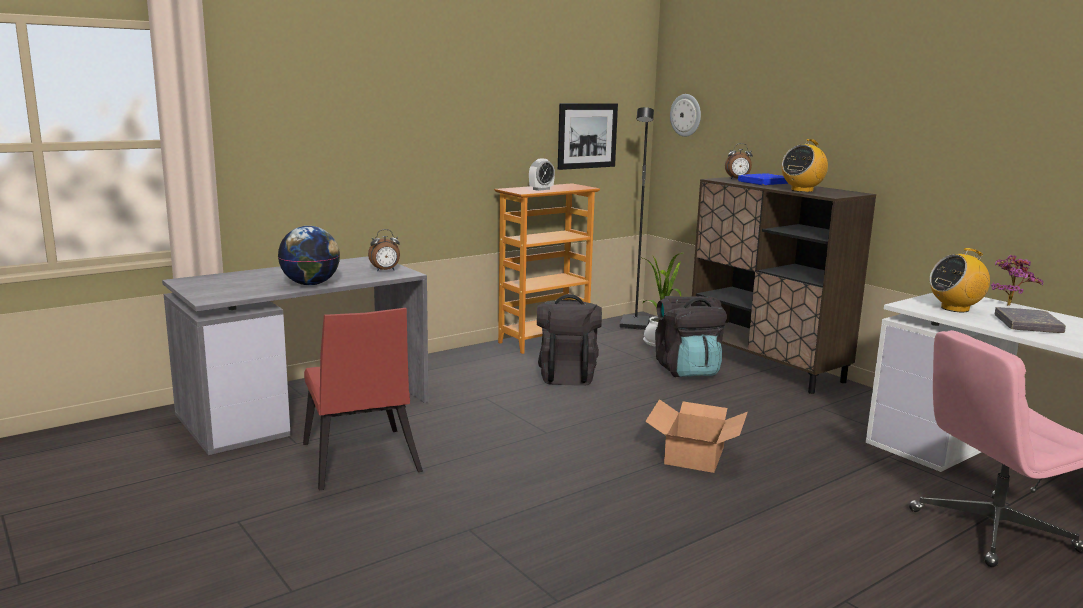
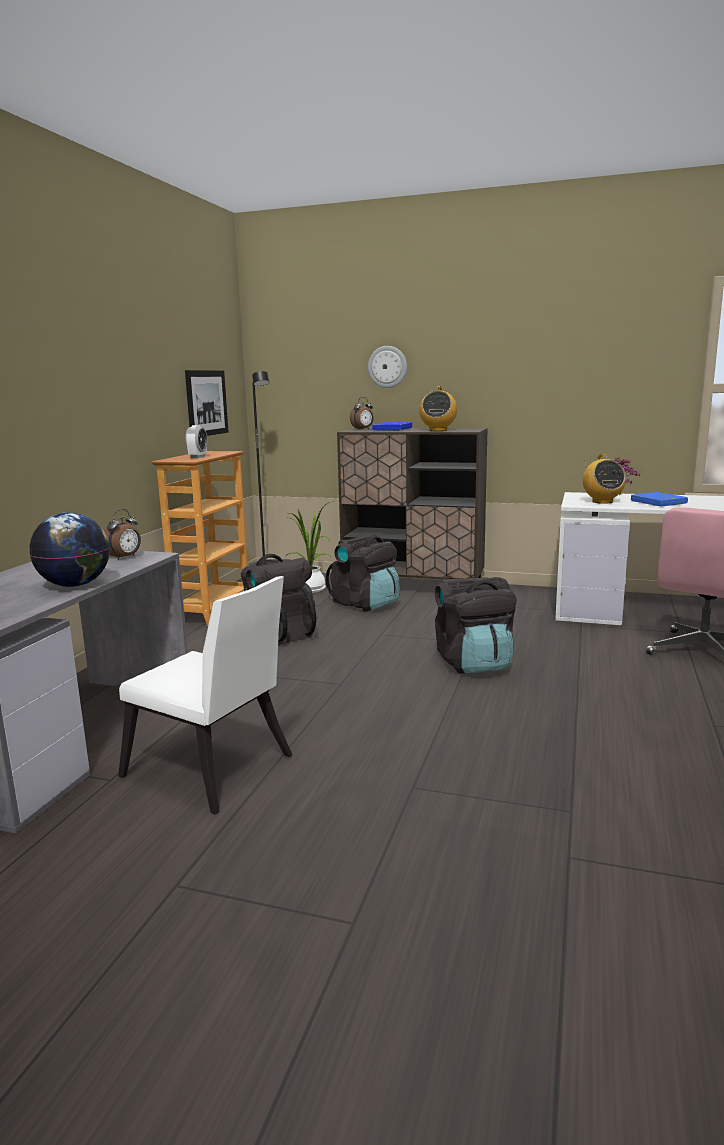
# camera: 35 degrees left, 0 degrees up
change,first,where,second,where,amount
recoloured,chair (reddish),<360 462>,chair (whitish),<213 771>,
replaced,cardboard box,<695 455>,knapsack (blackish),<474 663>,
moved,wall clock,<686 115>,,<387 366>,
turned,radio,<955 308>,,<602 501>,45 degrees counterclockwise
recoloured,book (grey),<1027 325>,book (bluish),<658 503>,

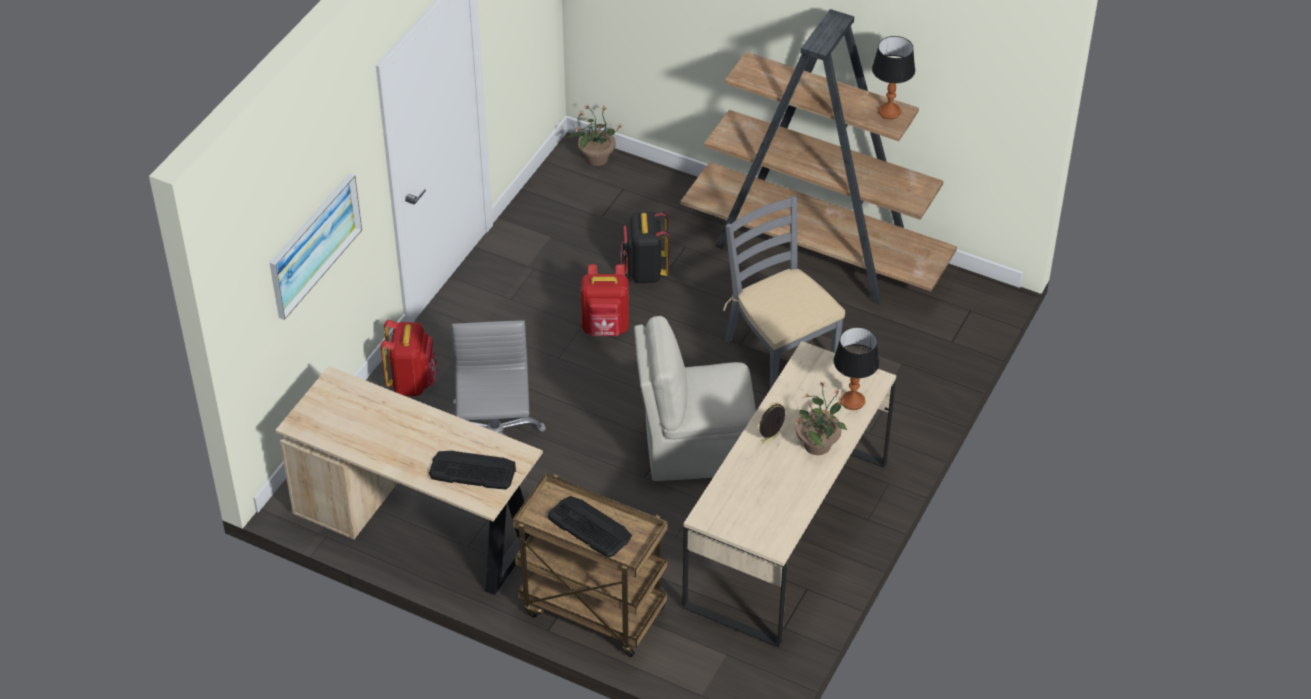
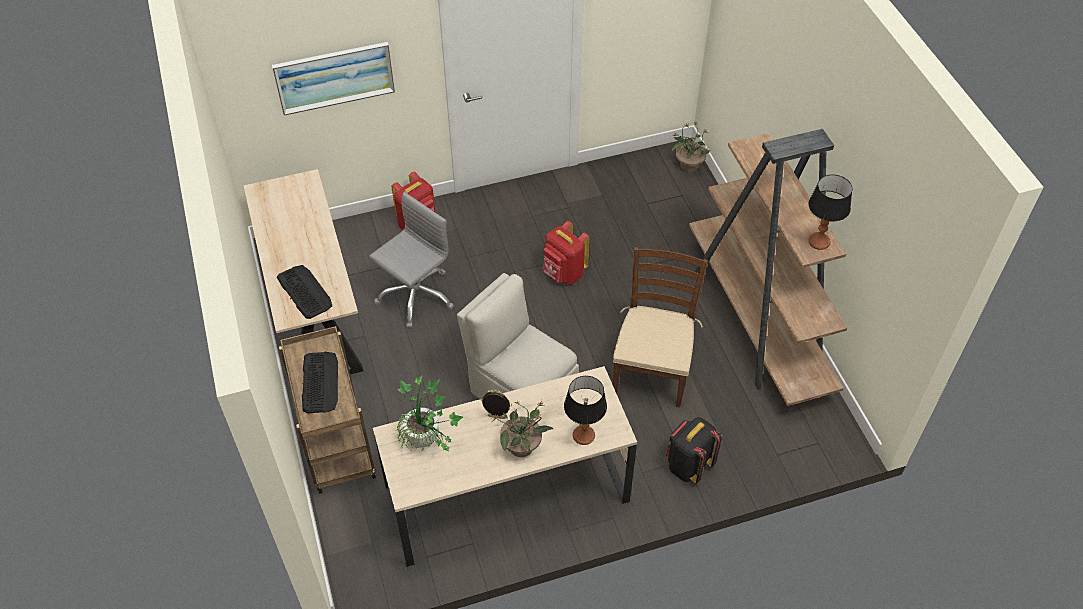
# camera: 45 degrees right, 5 degrees up
change,first,where,second,where,amount
moved,knapsack (blackish),<644 271>,,<688 465>,
recoloured,chair (grey),<780 351>,chair (brownish),<652 370>,
added,,,potted plant,<428 442>,

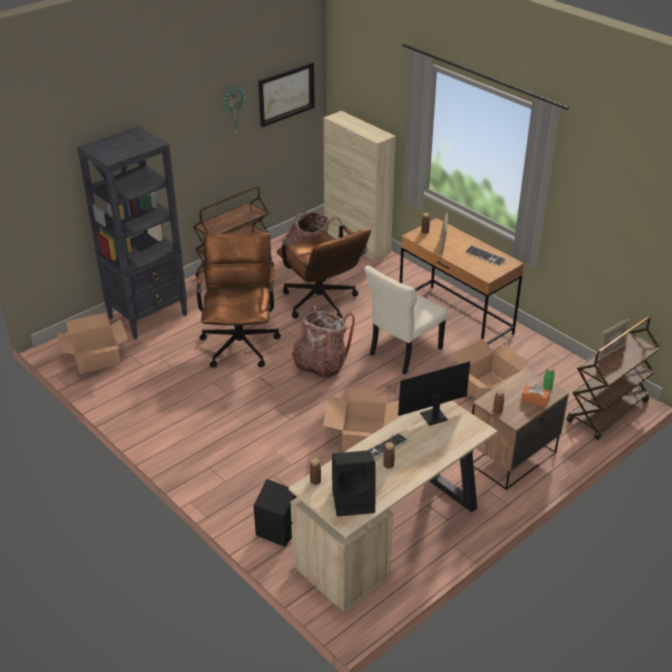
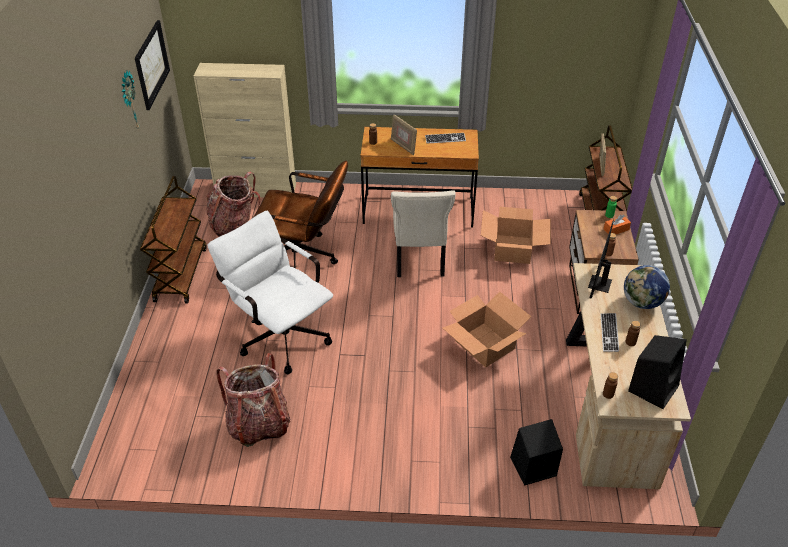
# camera: 45 degrees left, 5 degrees up
change,first,where,second,where,amount
removed,cardboard box,<96 358>,,,
removed,bookshelf (blackish),<148 316>,,,
recoloured,office chair (brownish),<240 341>,office chair (whitish),<280 334>,
moved,knapsack,<320 364>,,<258 424>,
added,,,globe,<642 303>,

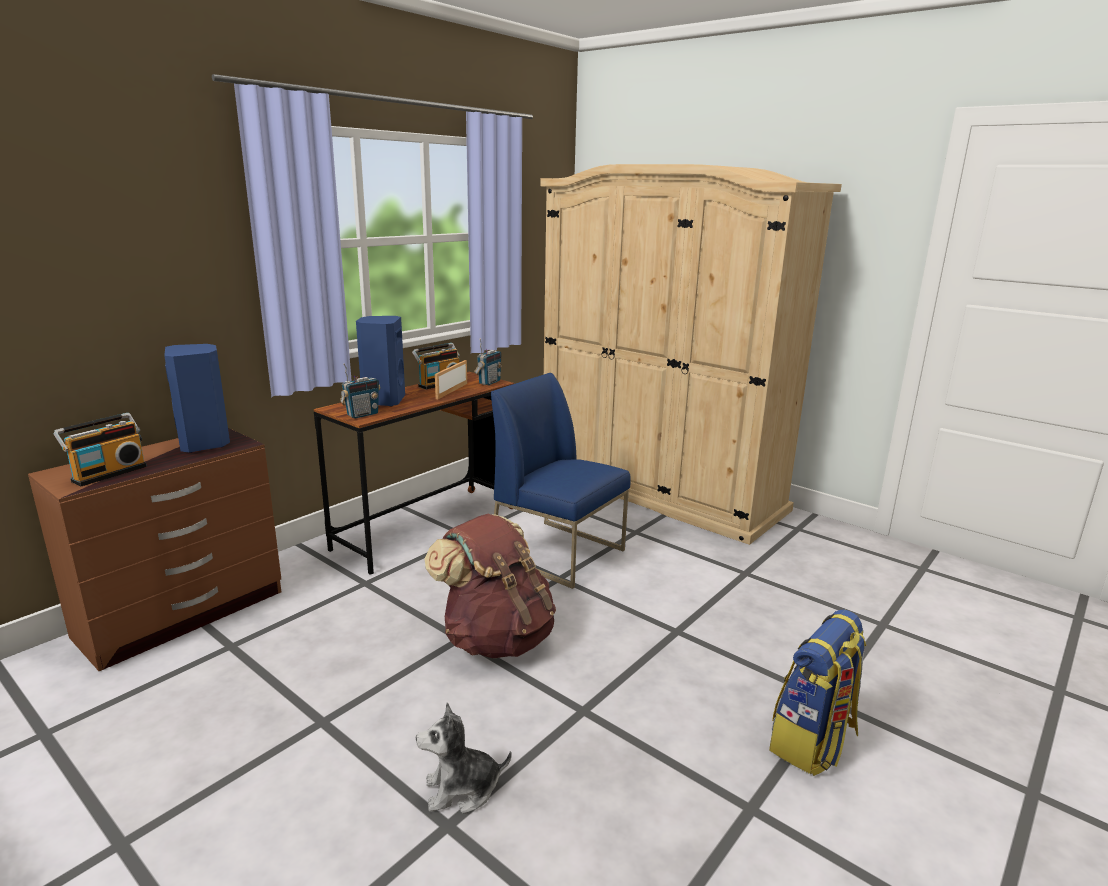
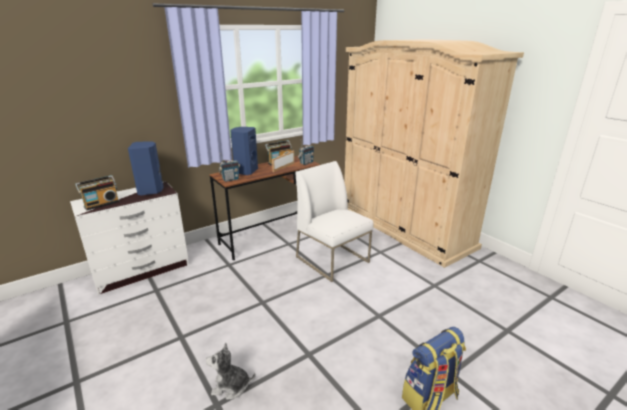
# camera: 15 degrees right, 5 degrees up
change,first,where,second,where,amount
recoloured,chest of drawers (brownish),<184 614>,chest of drawers (whitish),<142 270>,
removed,knapsack (brownish),<496 638>,,,
recoloured,chair (bluish),<559 552>,chair (whitish),<333 259>,

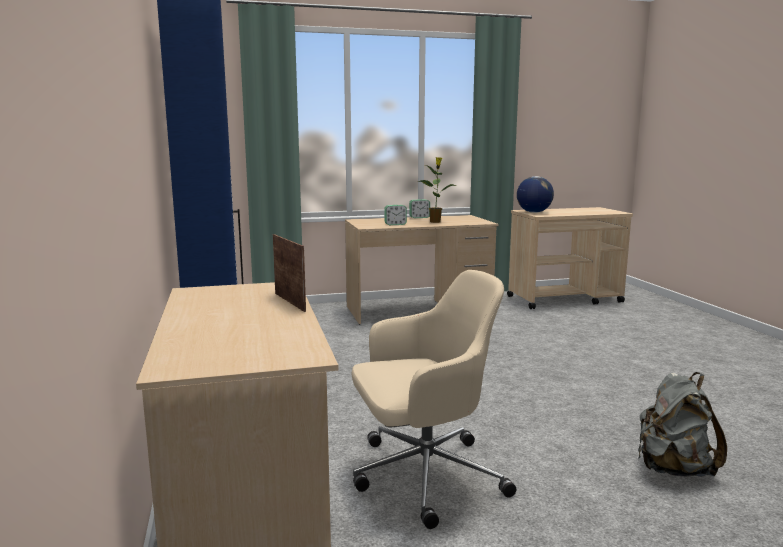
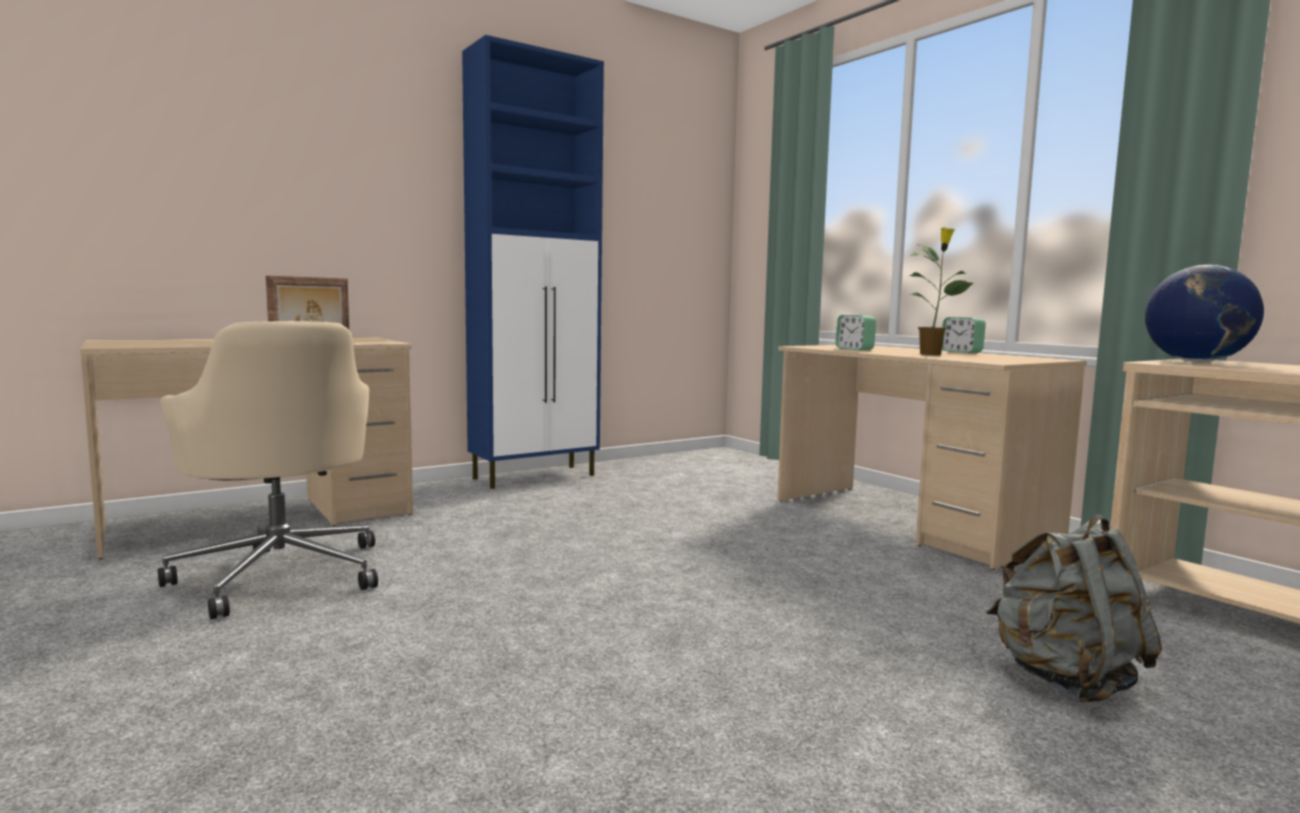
# camera: 70 degrees right, 5 degrees down
change,first,where,second,where,amount
moved,knapsack (grey),<673 469>,,<1065 680>,

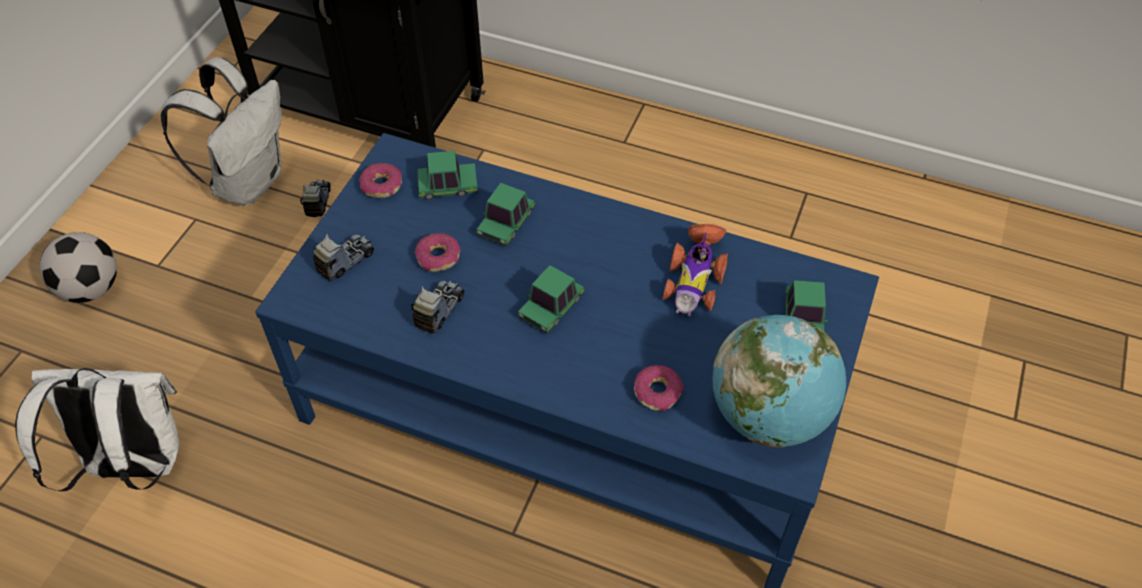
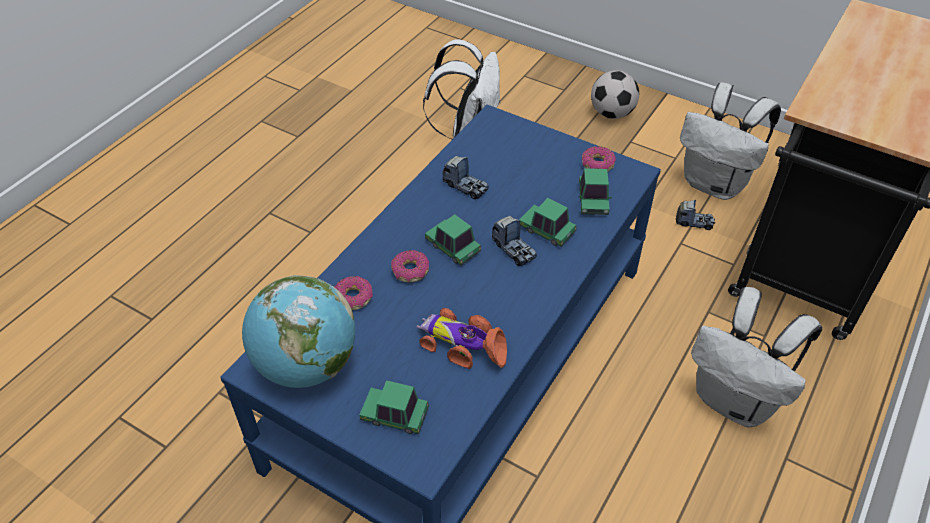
# camera: 100 degrees right, 5 degrees down
change,first,where,second,where,amount
moved,toy truck,<345 261>,,<513 249>,
moved,doughnut,<438 257>,,<410 271>,
added,,,knapsack (whitish),<735 401>,

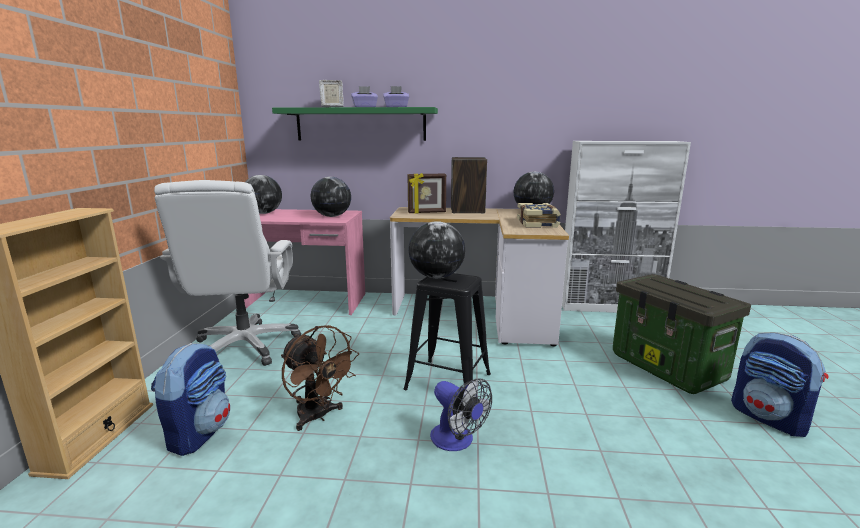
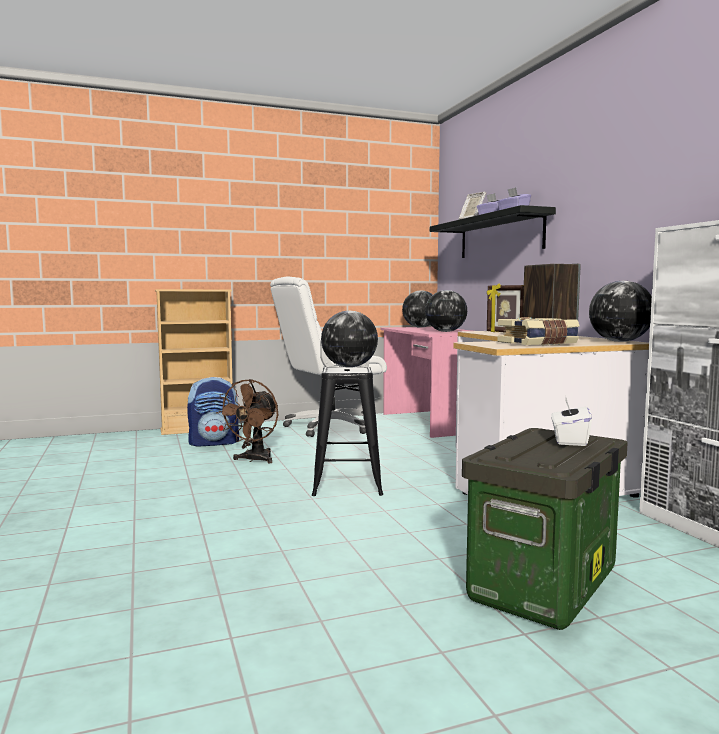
# camera: 65 degrees right, 10 degrees down
change,first,where,second,where,amount
recoloured,wall shelf (greenish),<361 124>,wall shelf (blackish),<500 236>,
removed,fan,<457 441>,,,
removed,knapsack,<770 418>,,,
added,,,box of tissues (whitish),<569 440>,

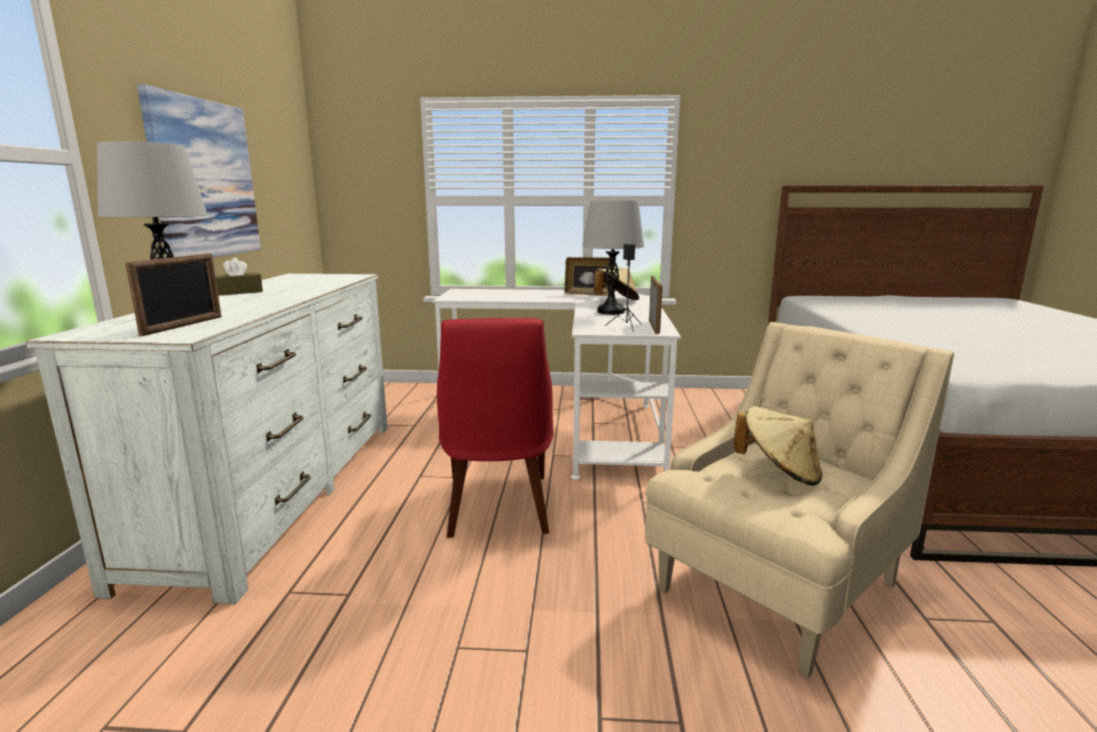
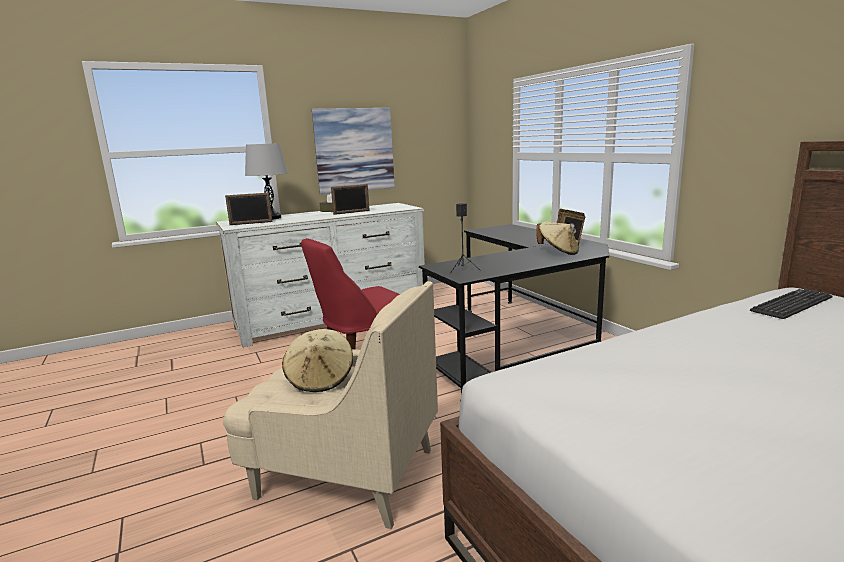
# camera: 60 degrees right, 0 degrees up
change,first,where,second,where,amount
recoloured,desk table (whitish),<568 418>,desk table (blackish),<520 343>,
removed,table lamp (grey),<611 312>,,,
moved,photo frame,<654 327>,,<351 212>,
added,,,computer keyboard,<791 304>,

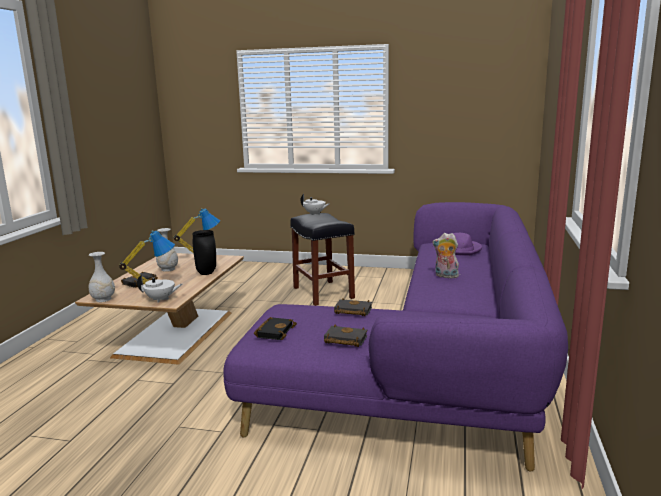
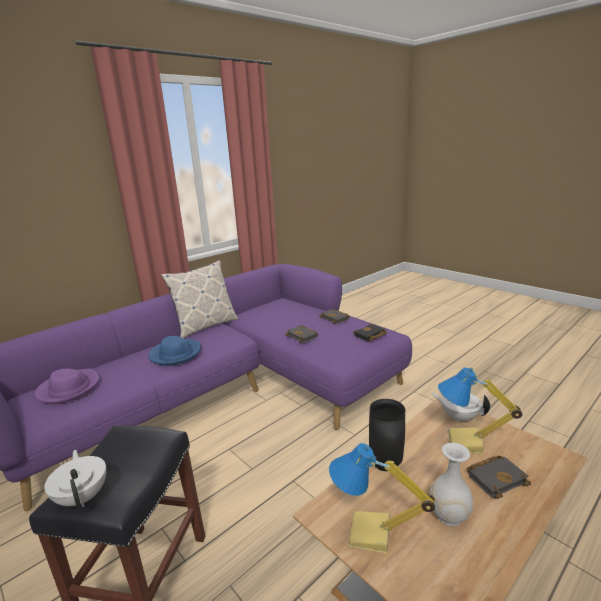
# camera: 145 degrees left, 5 degrees up
change,first,where,second,where,amount
removed,vase (whitish),<103 299>,,,
replaced,plush toy,<445 276>,clothing hat (bluish),<175 354>,
added,,,pillow,<205 326>,

